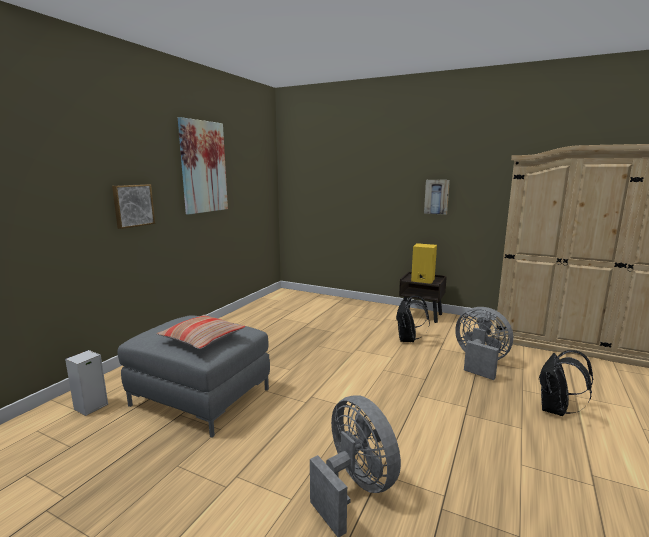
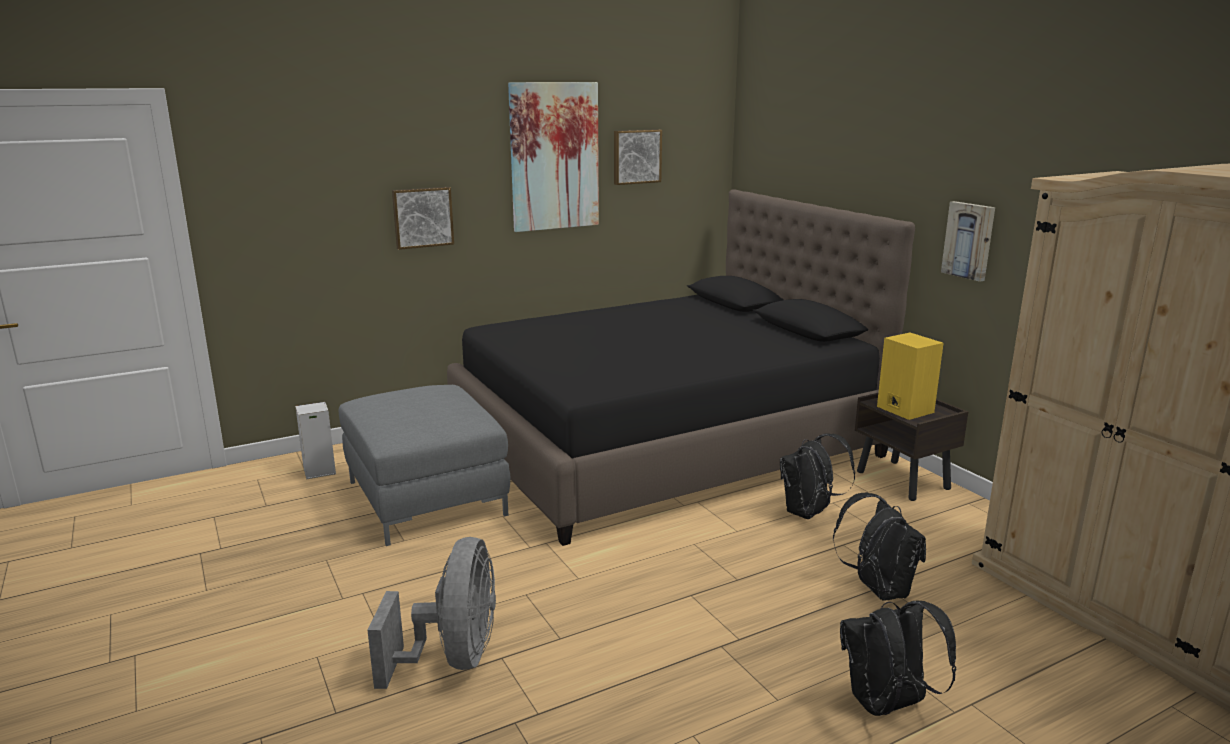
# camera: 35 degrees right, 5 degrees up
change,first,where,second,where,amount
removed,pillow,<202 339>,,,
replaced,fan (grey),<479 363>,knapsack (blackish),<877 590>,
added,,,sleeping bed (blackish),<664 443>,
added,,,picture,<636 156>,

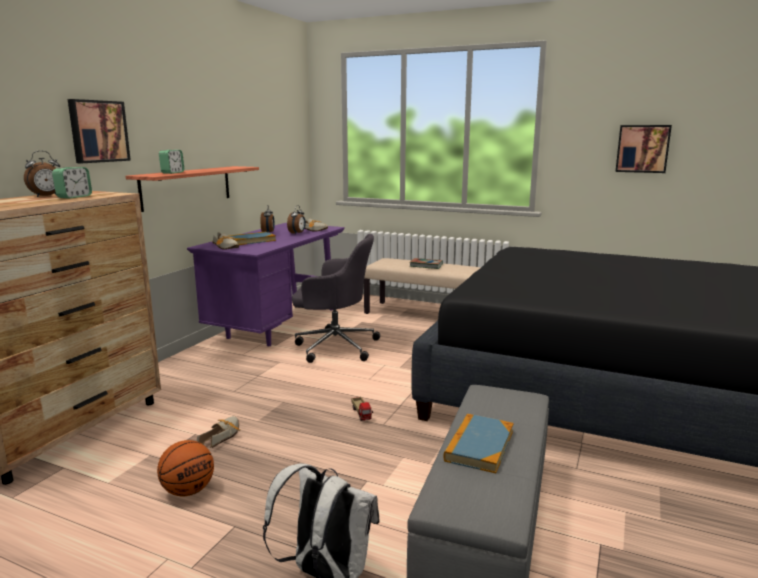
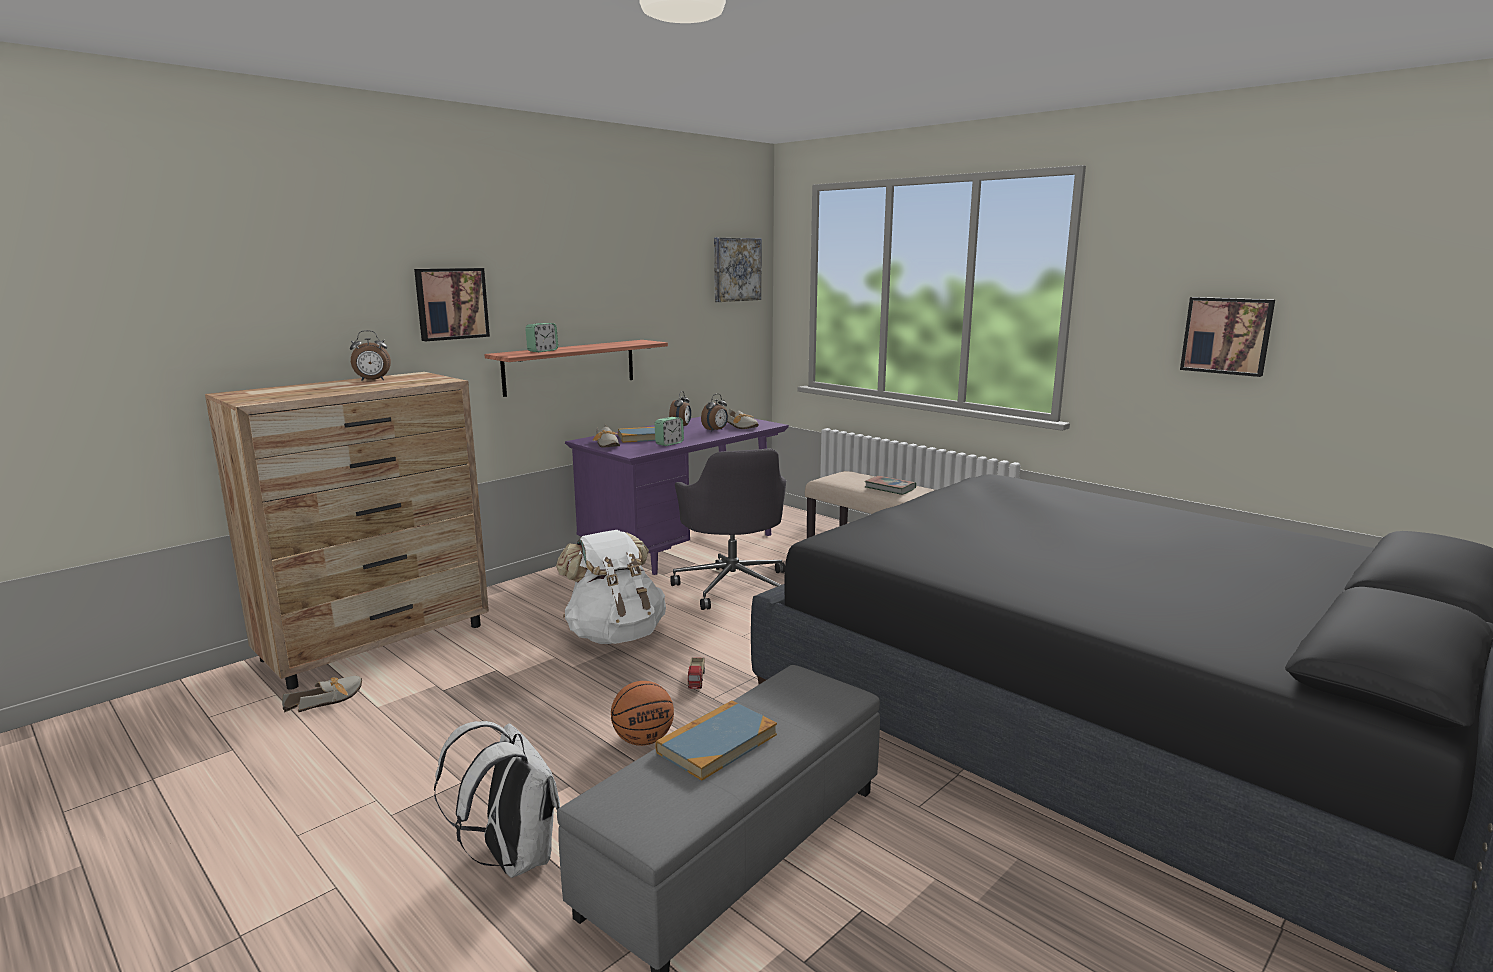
# camera: 20 degrees right, 0 degrees up
change,first,where,second,where,amount
moved,alarm clock,<74 197>,,<669 443>,
moved,ball for basketball,<188 491>,,<643 740>,
moved,low shoe,<222 436>,,<331 700>,
turned,office chair (grey),<334 346>,,<733 586>,45 degrees clockwise
added,,,knapsack (whitish),<615 635>,
added,,,picture,<736 269>,

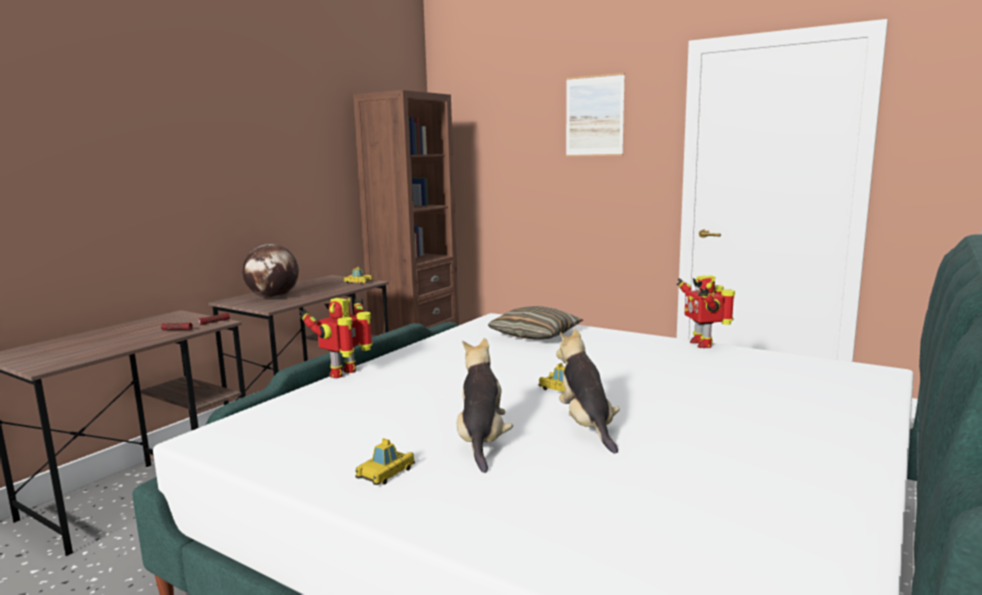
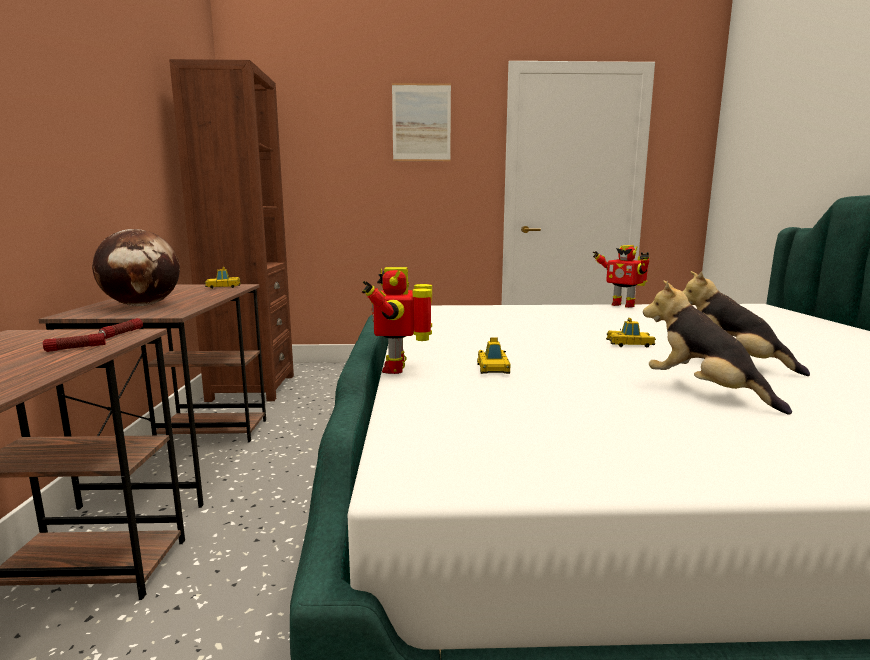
# camera: 35 degrees left, 0 degrees up
change,first,where,second,where,amount
moved,toy car,<385 473>,,<493 369>,
removed,pillow,<535 334>,,,

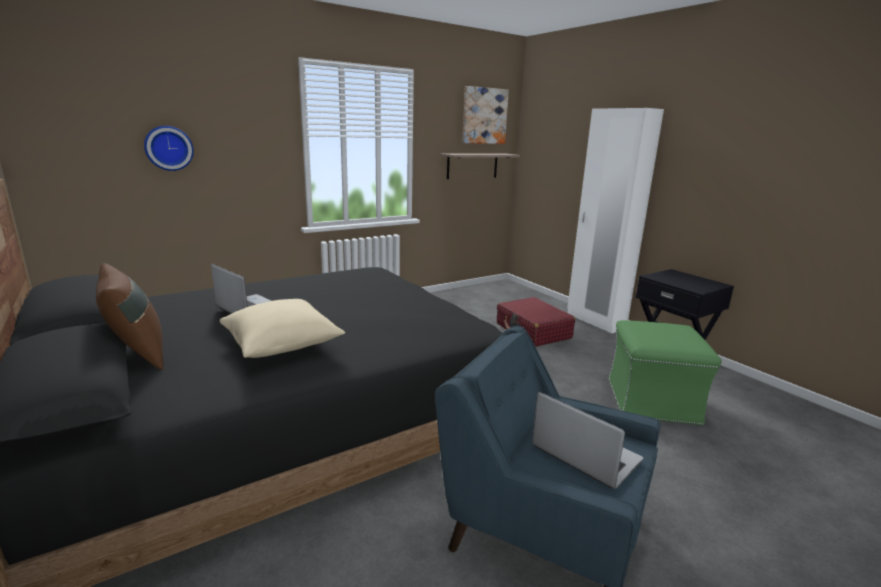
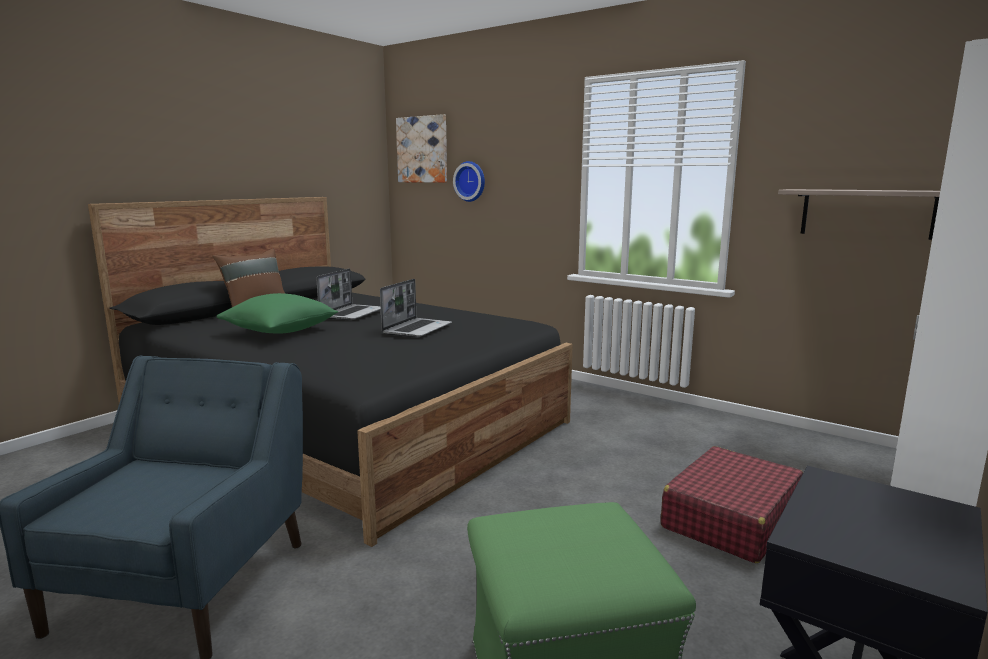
# camera: 70 degrees right, 5 degrees down
change,first,where,second,where,amount
recoloured,pillow (beige-coloured),<282 346>,pillow (greenish),<280 332>,
moved,picture,<484 116>,,<422 149>,
moved,notebook computer,<583 454>,,<417 329>,

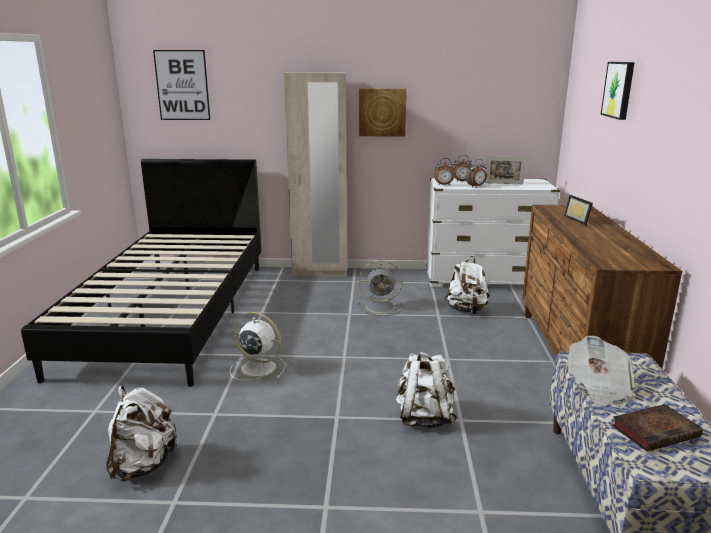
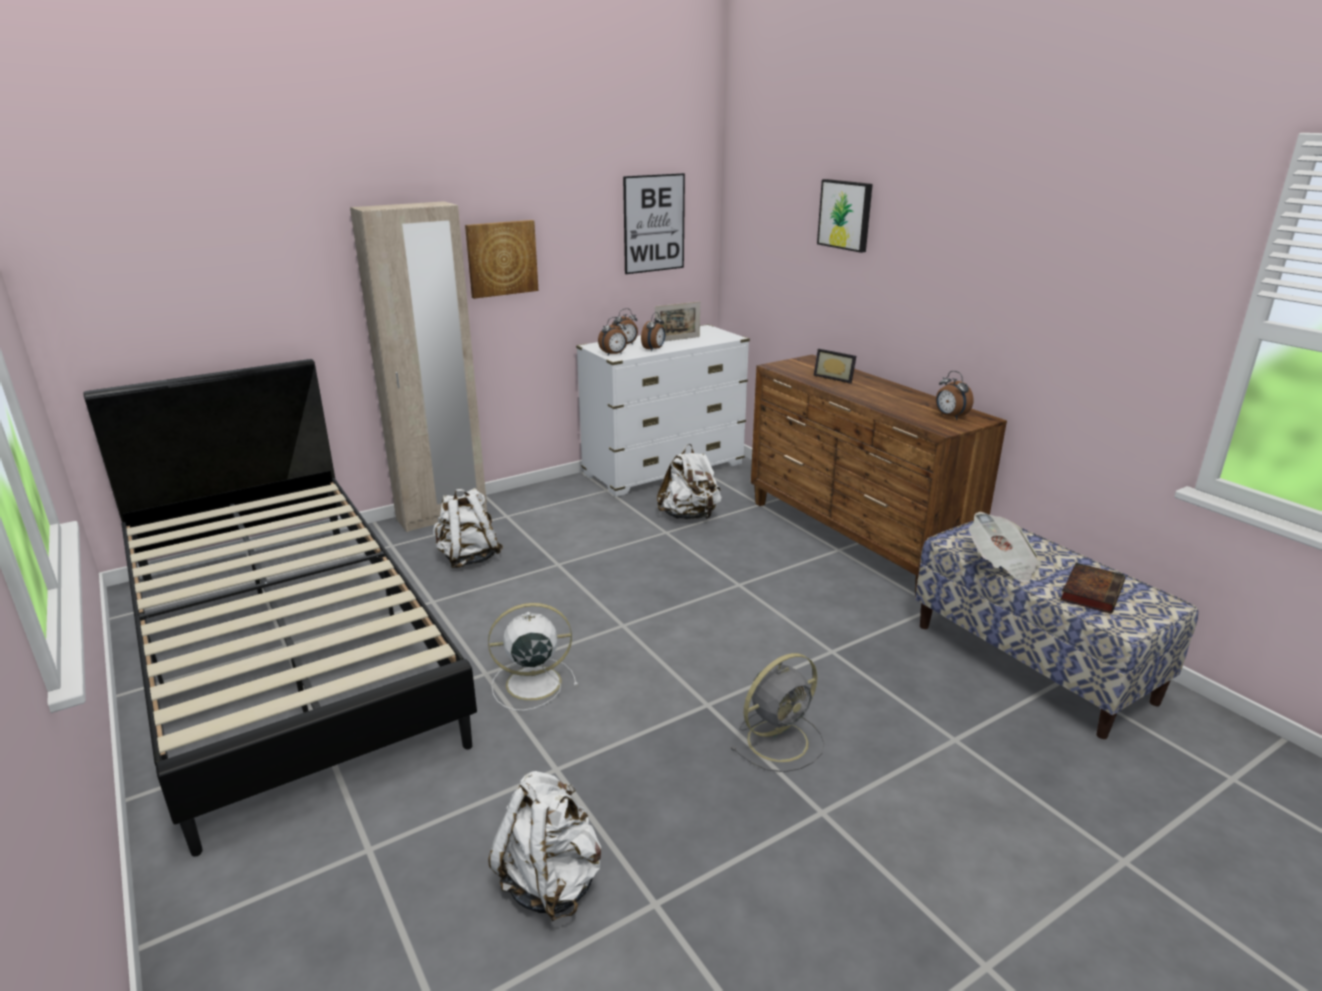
# camera: 35 degrees left, 5 degrees up
change,first,where,second,where,amount
moved,picture,<182 85>,,<654 223>,
moved,fan (grey),<381 307>,,<780 740>,
moved,knapsack (whitish),<424 418>,,<468 558>,
added,,,alarm clock,<950 417>,

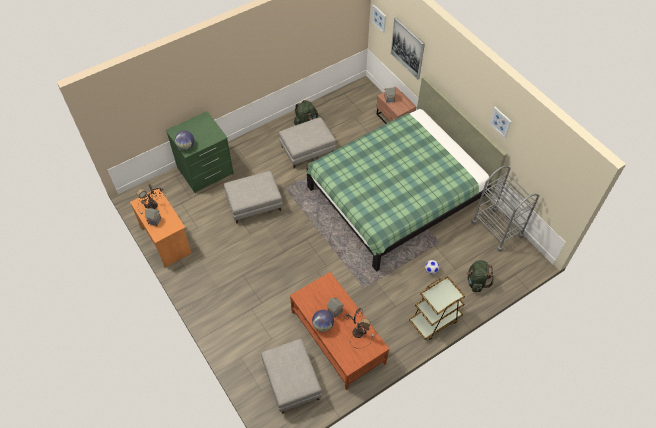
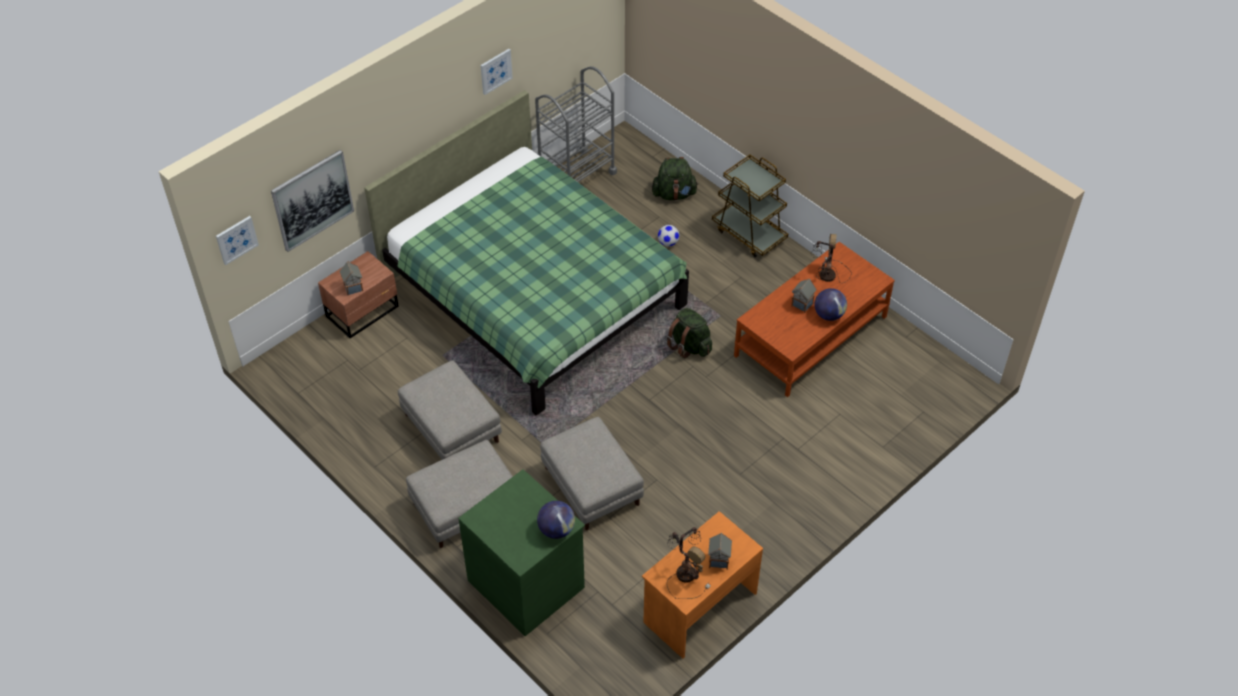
# camera: 100 degrees left, 5 degrees down
change,first,where,second,where,amount
moved,ottoman (grey),<291 381>,,<465 508>,
moved,knapsack (greenish),<305 122>,,<689 346>,

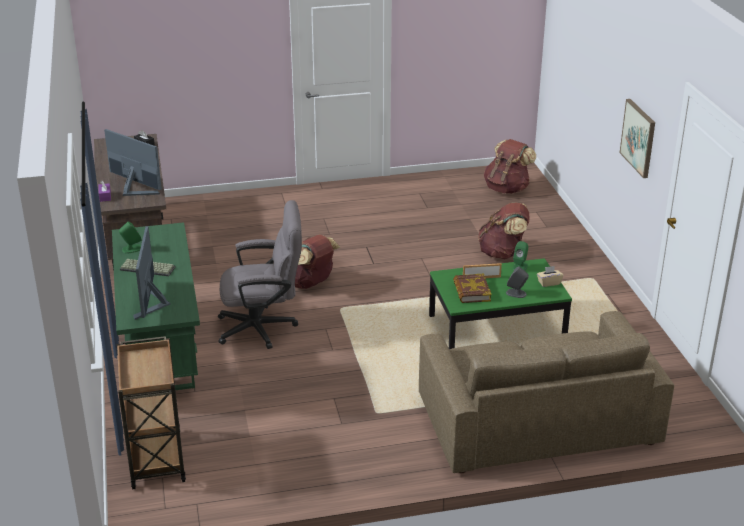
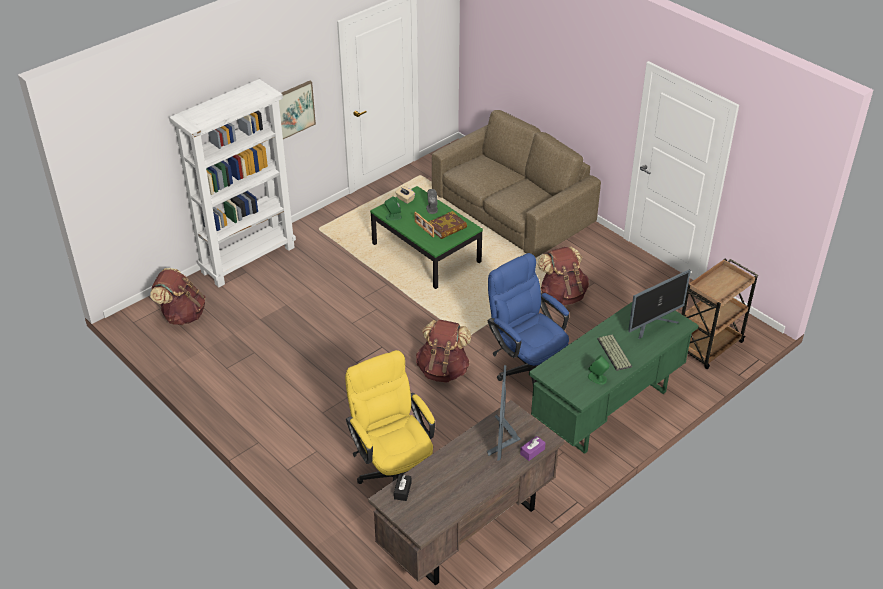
# camera: 120 degrees left, 10 degrees up
change,first,where,second,where,amount
recoloured,office chair (grey),<264 328>,office chair (bluish),<526 367>,
moved,knapsack (brownish),<502 253>,,<562 295>,
added,,,bookshelf (whitish),<248 259>,
added,,,office chair (yellow),<394 471>,

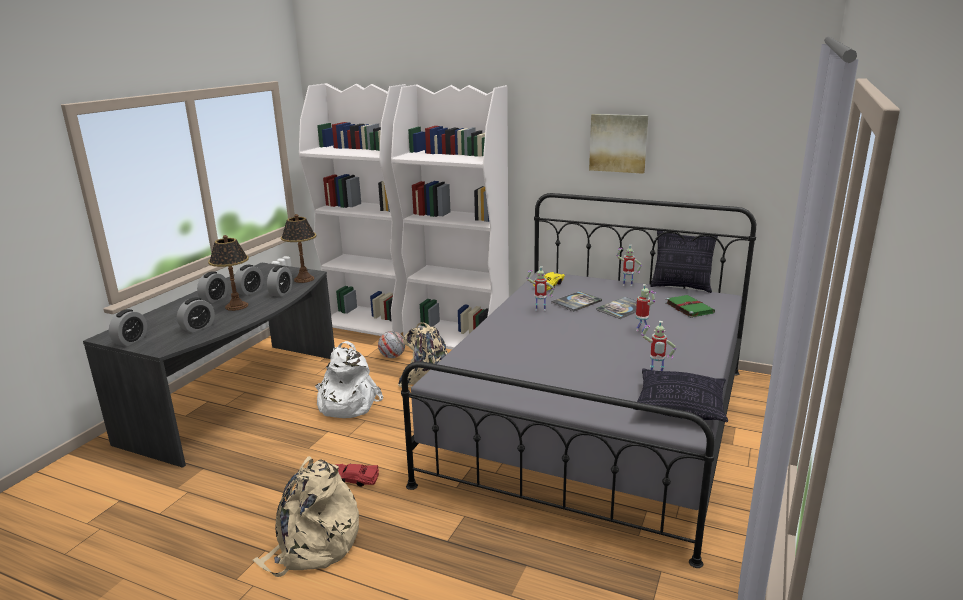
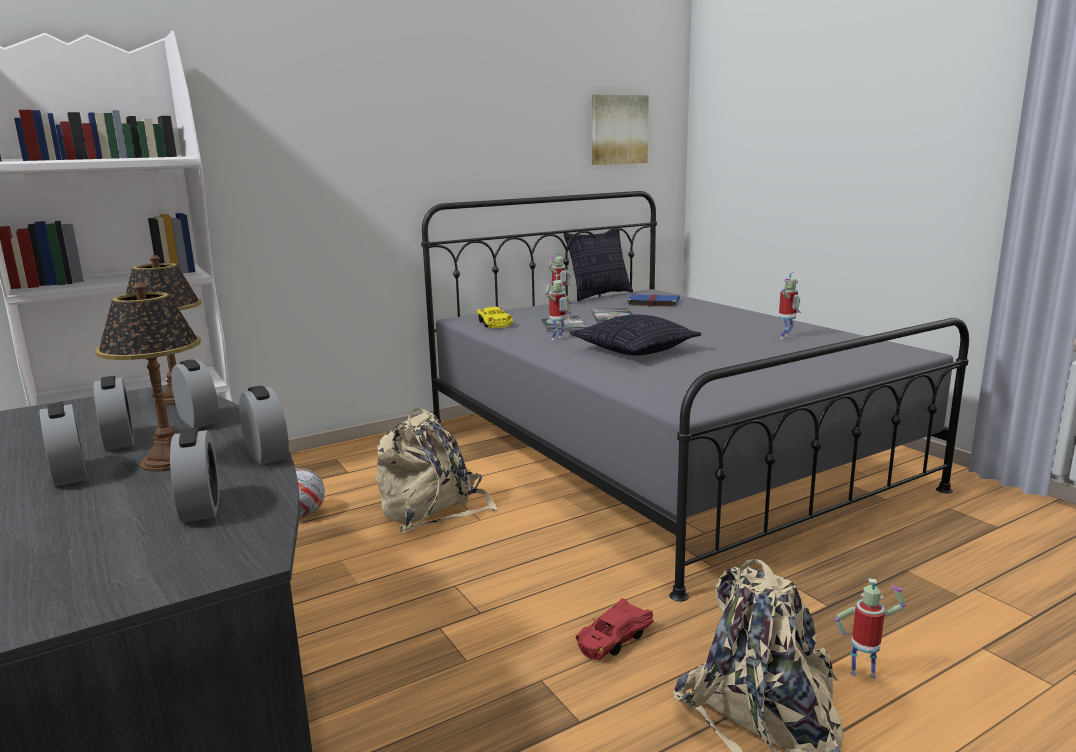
# camera: 55 degrees left, 5 degrees down
change,first,where,second,where,amount
moved,alarm clock,<131 341>,,<266 454>,
removed,knapsack (whitish),<346 404>,,,
removed,bookshelf (whitish),<457 337>,,,
moved,picture,<618 143>,,<618 130>,
moved,pillow,<680 407>,,<634 350>,
moved,robot figure,<641 332>,,<863 672>,
recoloured,book (greenish),<688 307>,book (bluish),<652 303>,

